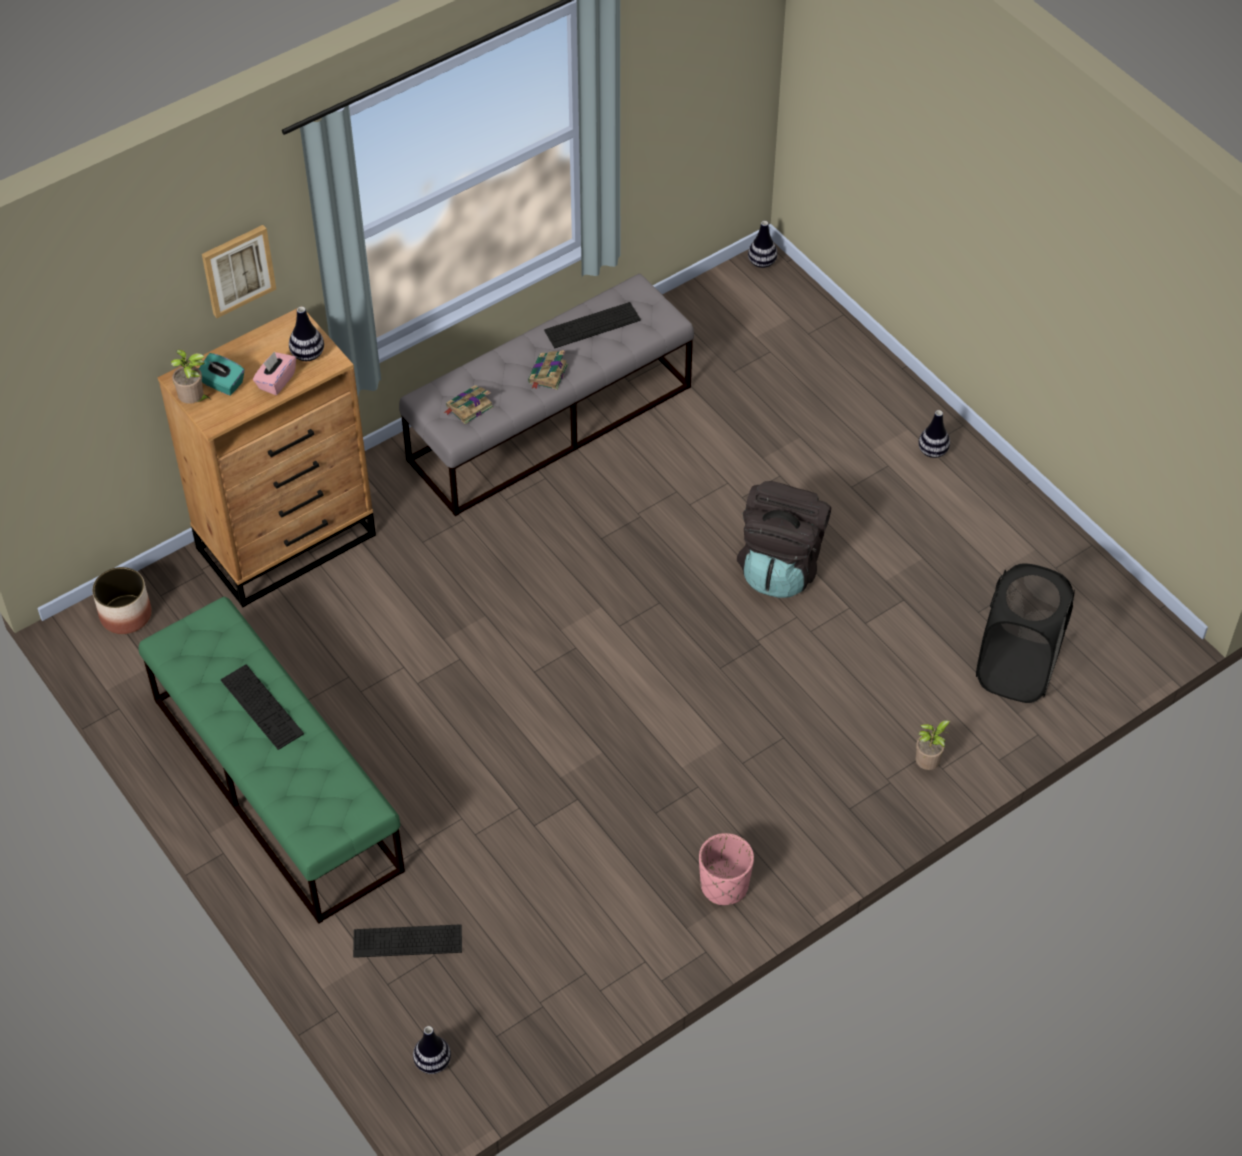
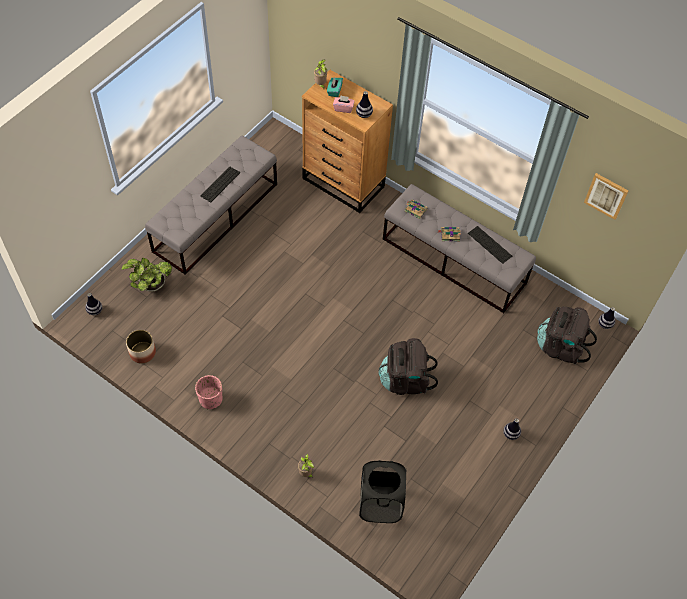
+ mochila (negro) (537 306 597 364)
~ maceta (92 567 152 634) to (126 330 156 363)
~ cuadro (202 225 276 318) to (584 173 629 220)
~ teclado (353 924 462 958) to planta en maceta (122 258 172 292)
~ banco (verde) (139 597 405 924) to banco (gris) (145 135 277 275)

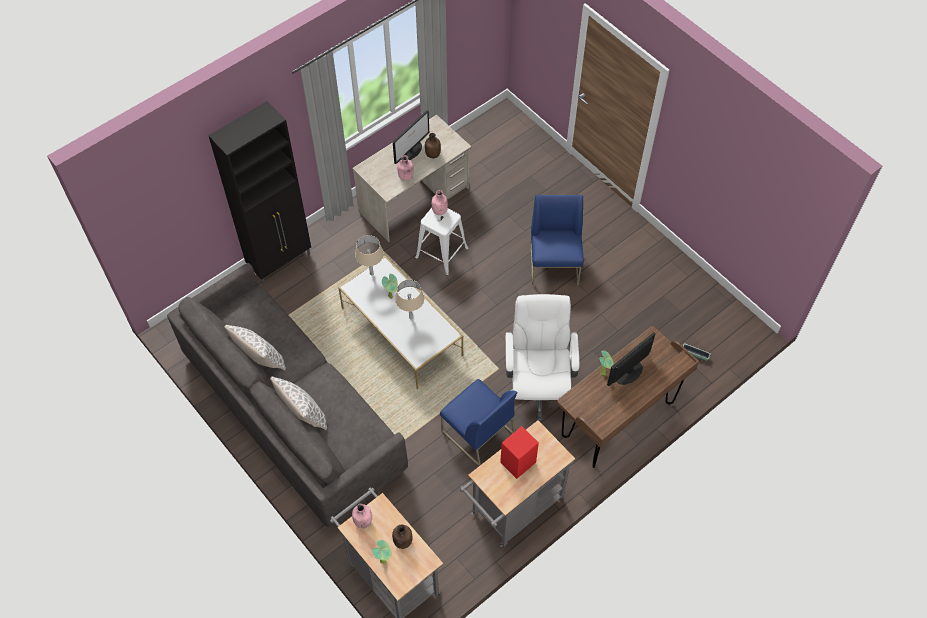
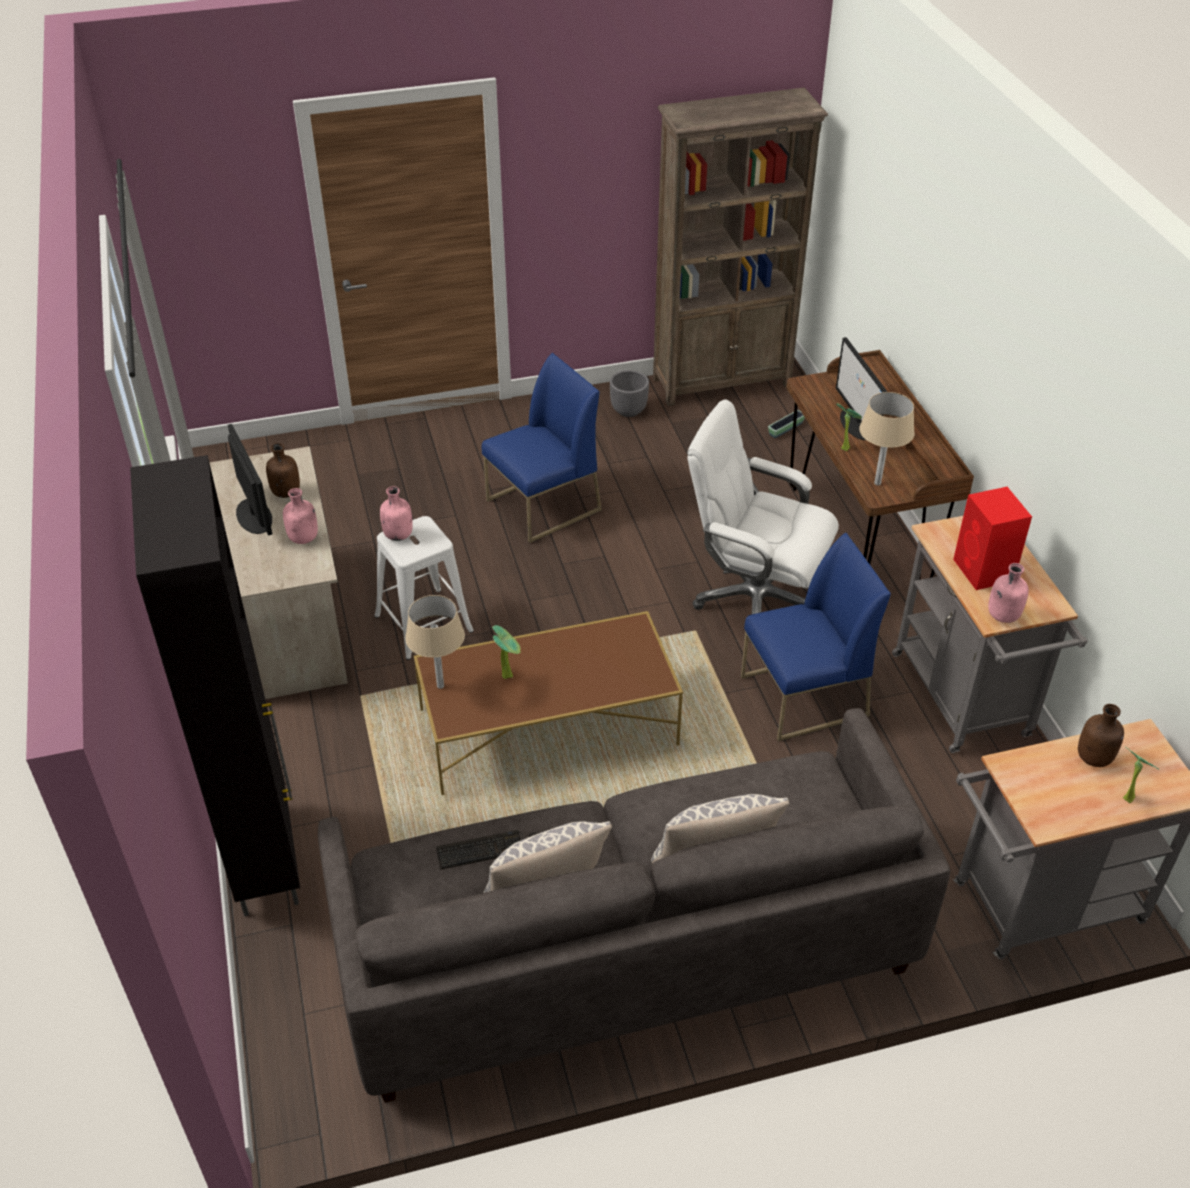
+ teclado (436 830 536 870)
+ maceta (gris) (610 370 649 417)
+ estantería (marrón) (653 88 828 406)
~ botella (rosa) (352 504 372 528) to (988 563 1029 623)
~ lámpara de mesa (beis) (395 280 424 319) to (859 392 915 485)
~ mesa de centro (blanco) (338 256 463 390) to mesa de centro (marrón) (414 611 683 795)
~ silla (azul) (530 195 584 285) = (482 353 602 543) 120 degrees clockwise

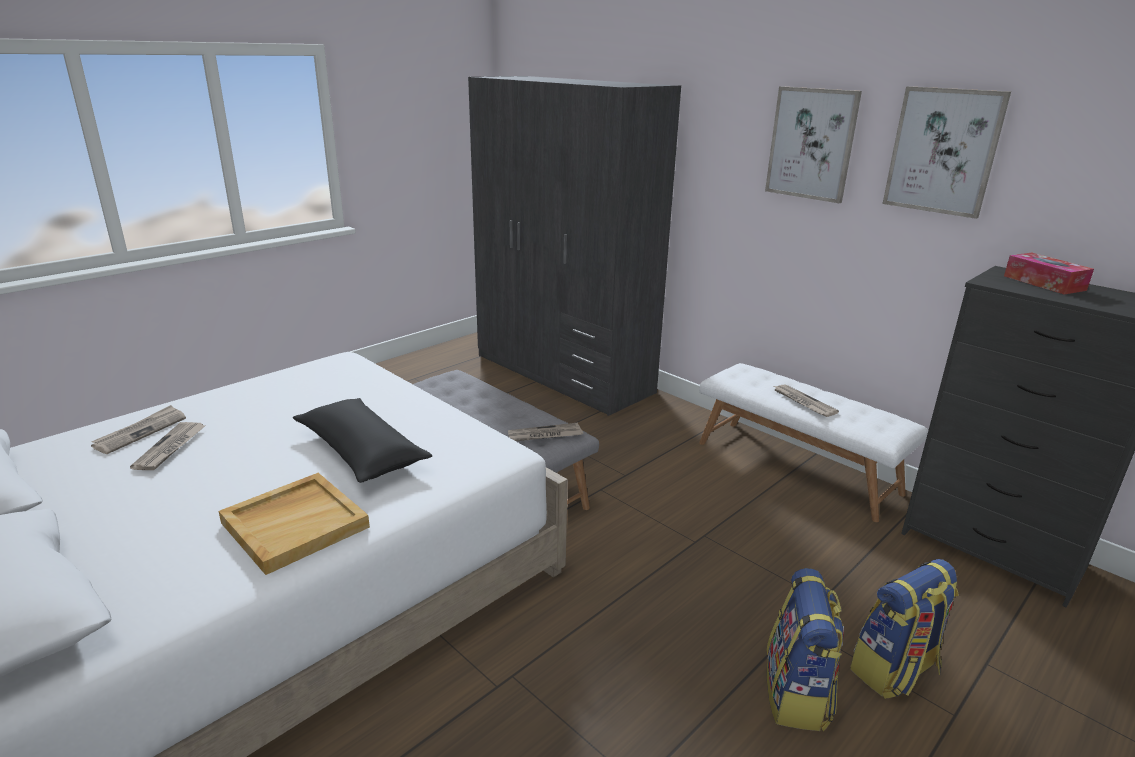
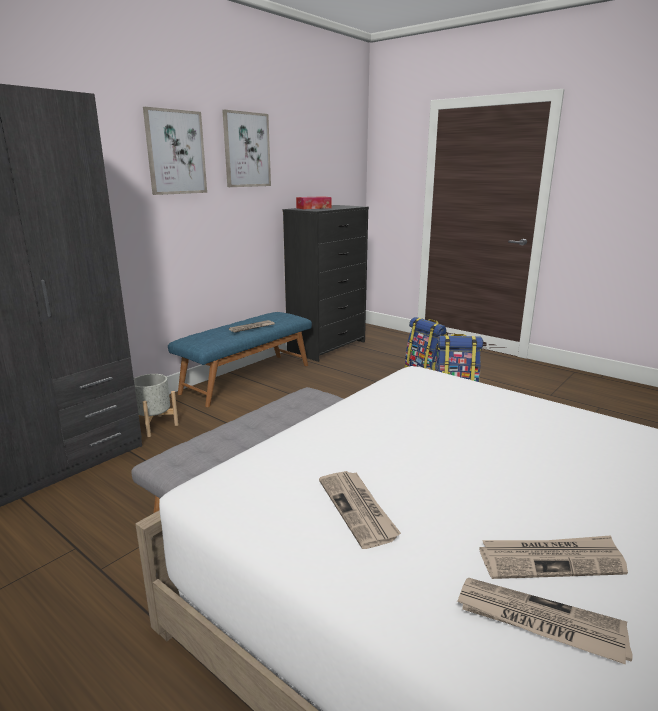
- bandeja (beis) (219 473 370 575)
- cojín (negro) (293 398 432 483)
+ maceta (gris) (134 374 179 437)
~ periódico (508 423 583 442) to (319 471 401 549)
~ banco (blanco) (699 363 928 522) to banco (azul) (168 312 312 407)

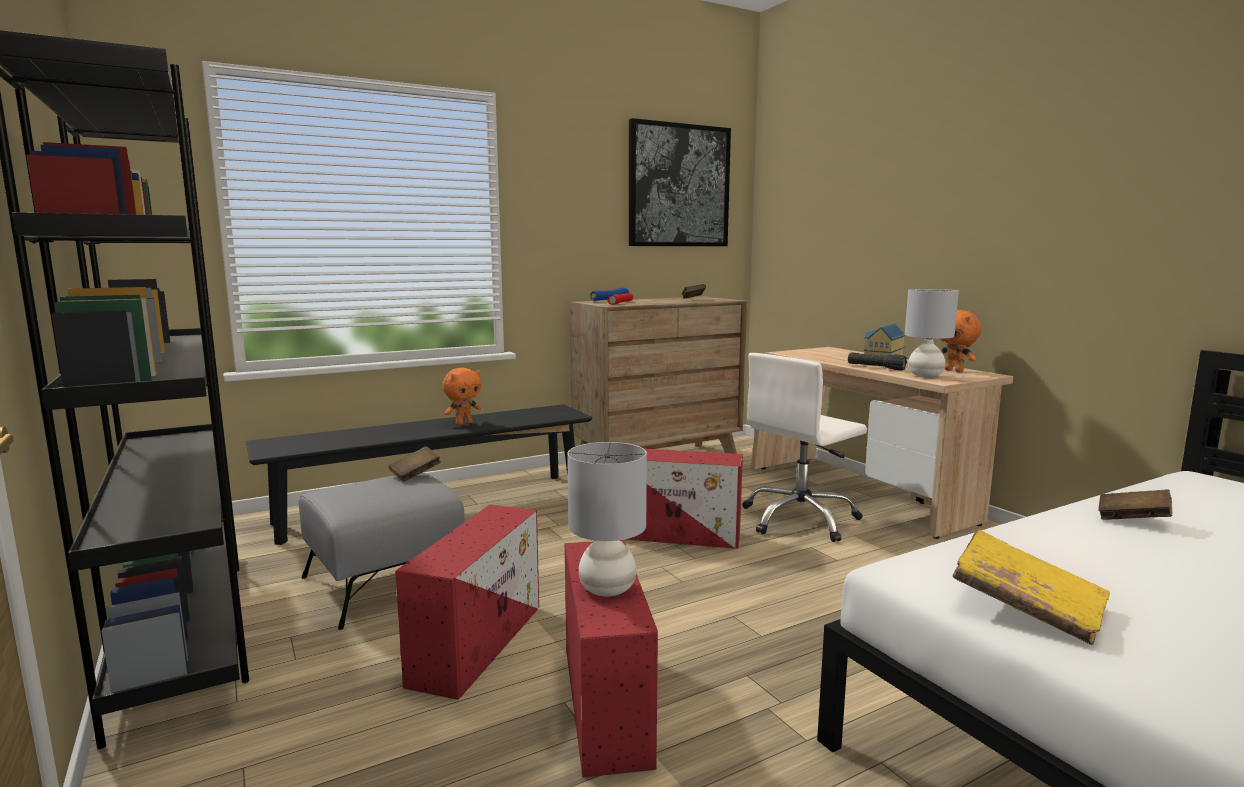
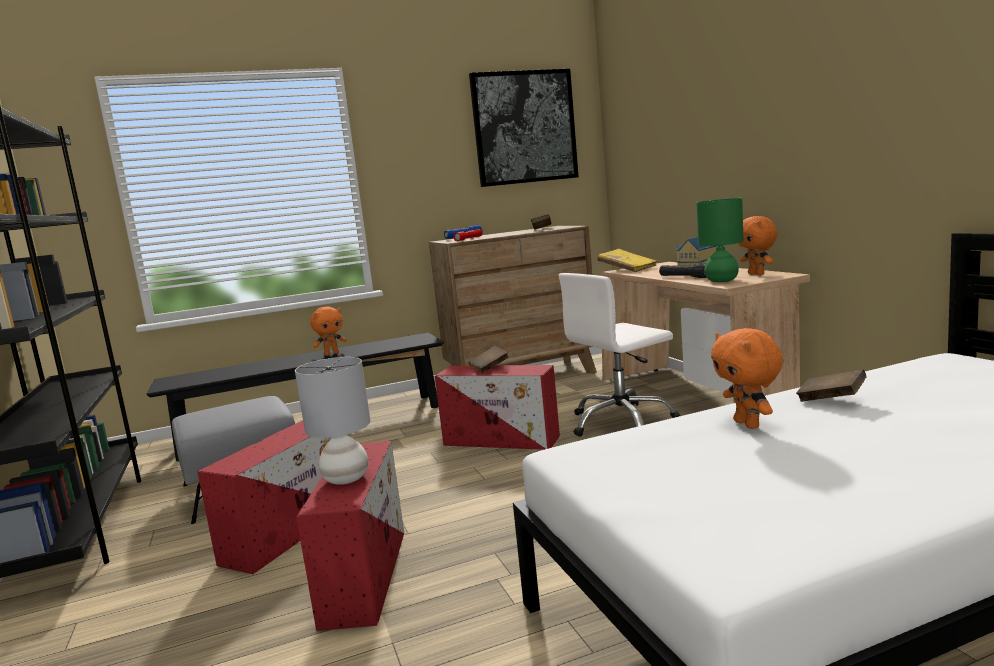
+ peluche (naranja) (711 328 783 429)
~ libro (marrón) (389 446 441 482) to (469 346 509 373)
~ libro (amarillo) (952 530 1110 645) to (597 249 657 272)
~ lámpara de mesa (gris) (905 289 959 377) to lámpara de mesa (verde) (696 198 744 282)

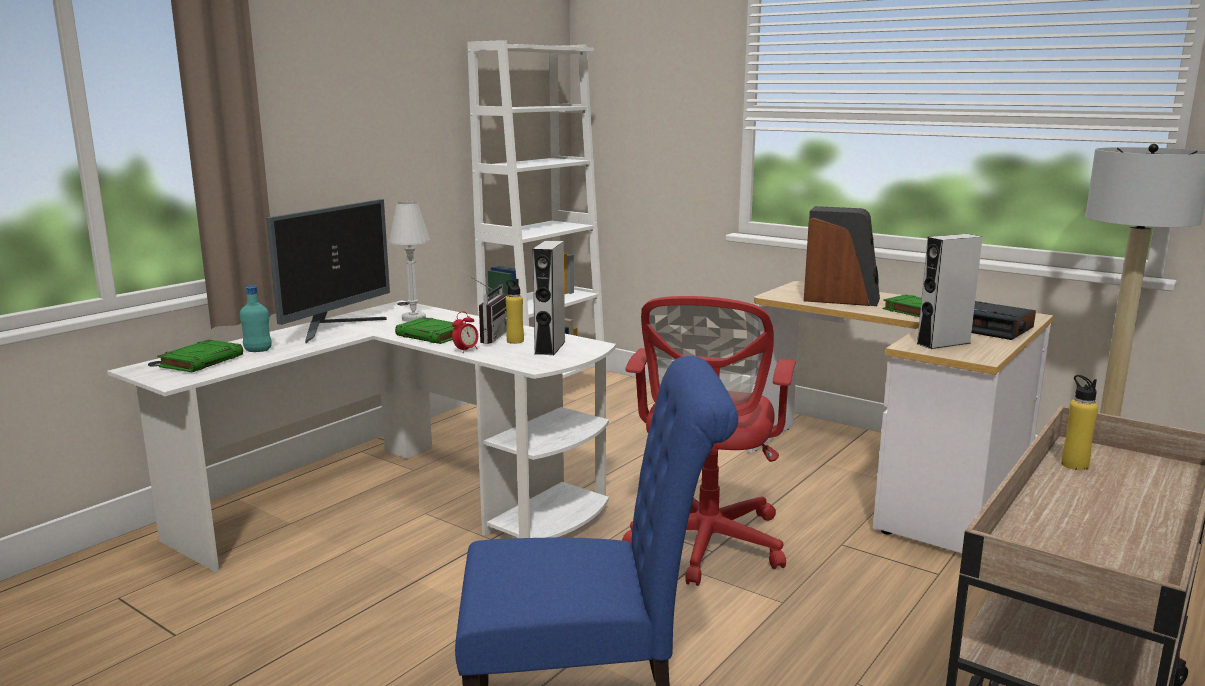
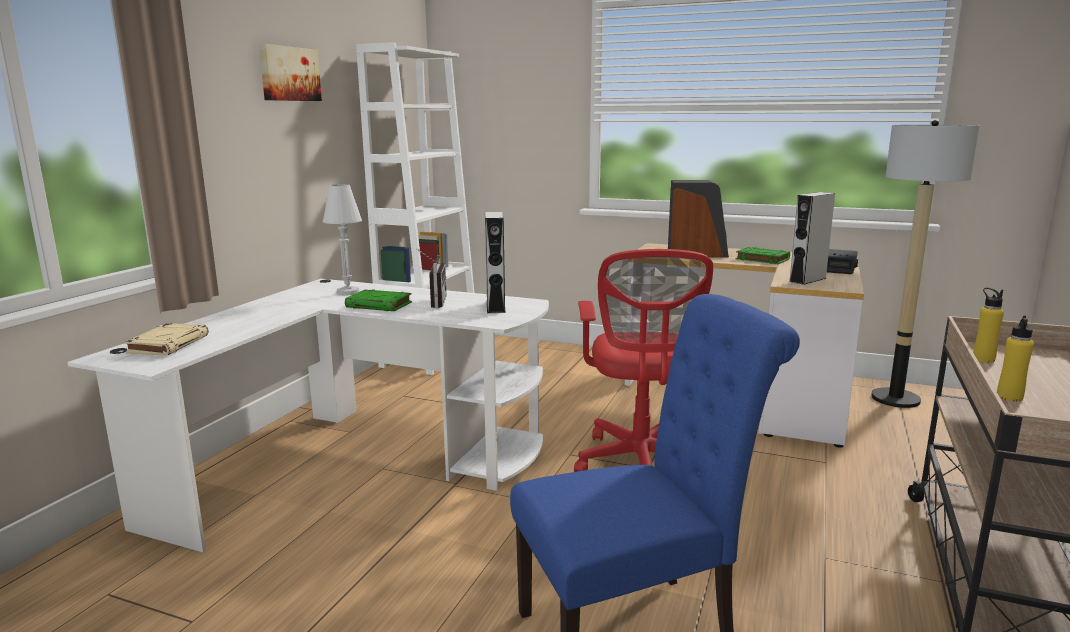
- botella (turquesa) (240 286 272 352)
- monitor (266 199 390 343)
- despertador (452 312 478 353)
+ cuadro (259 44 322 101)
~ botella (amarillo) (506 279 524 344) to (997 315 1034 402)
~ libro (verde) (157 339 243 372) to libro (beis) (124 323 208 356)

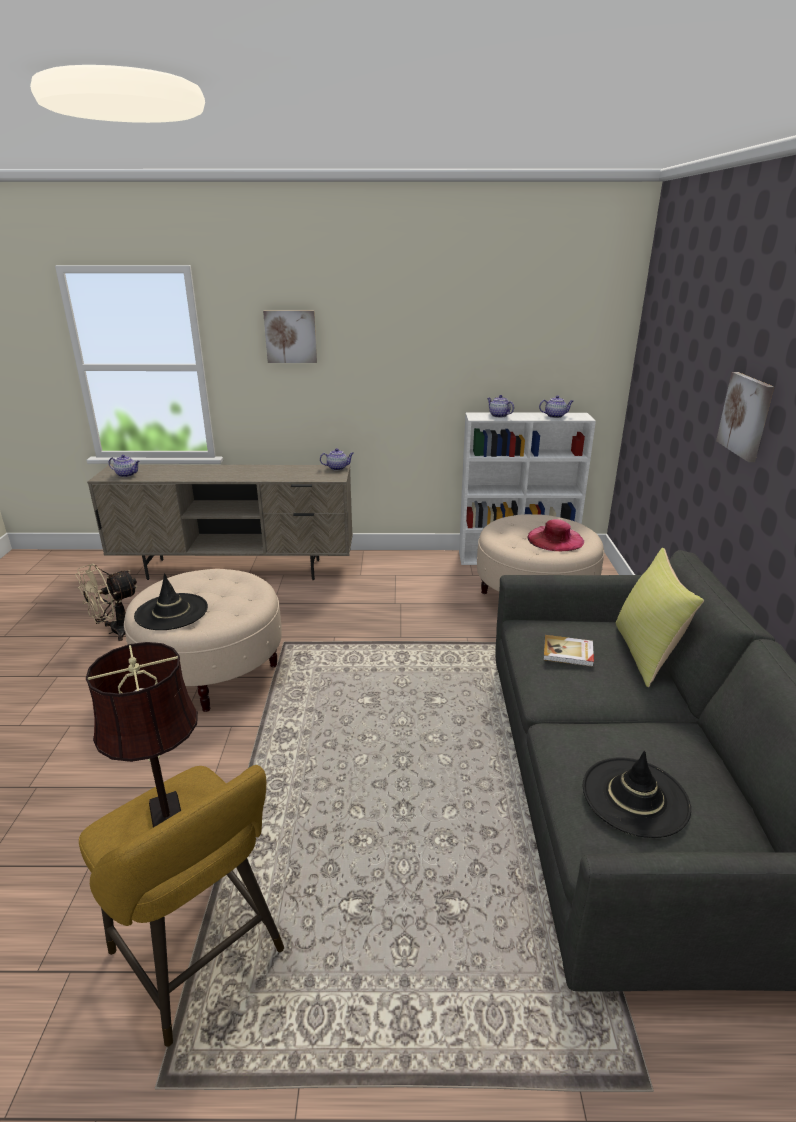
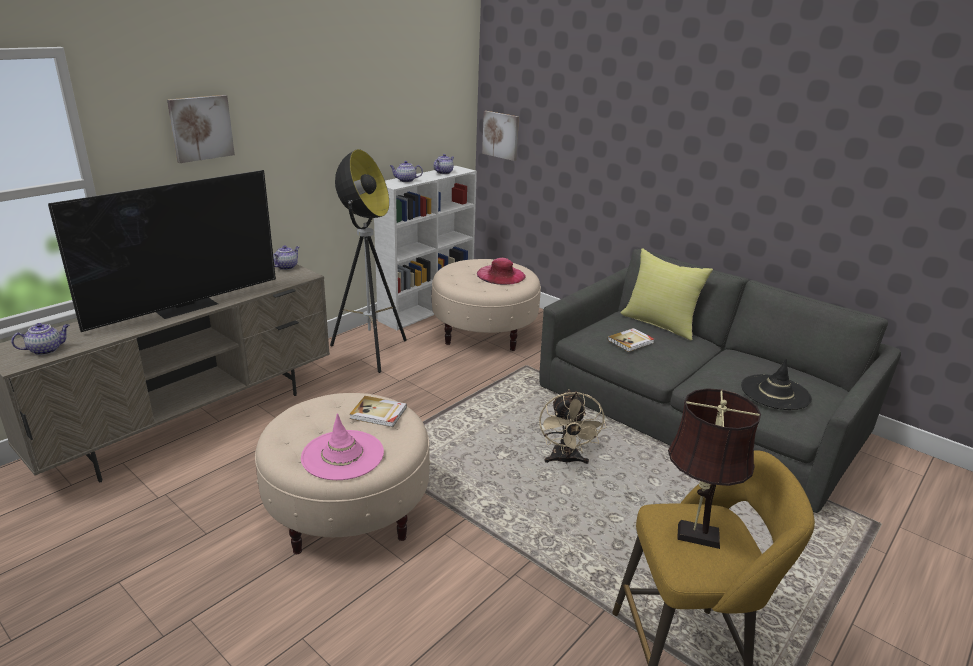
+ televisor (48 170 276 332)
+ lámpara de pie (330 149 407 373)
+ libro (350 396 407 427)
~ ventilador (beis) (76 564 138 641) to (539 390 606 464)
~ cuadro (716 372 774 462) to (482 111 519 161)
~ sombrero (negro) (134 573 208 630) to sombrero (rosa) (301 413 384 480)

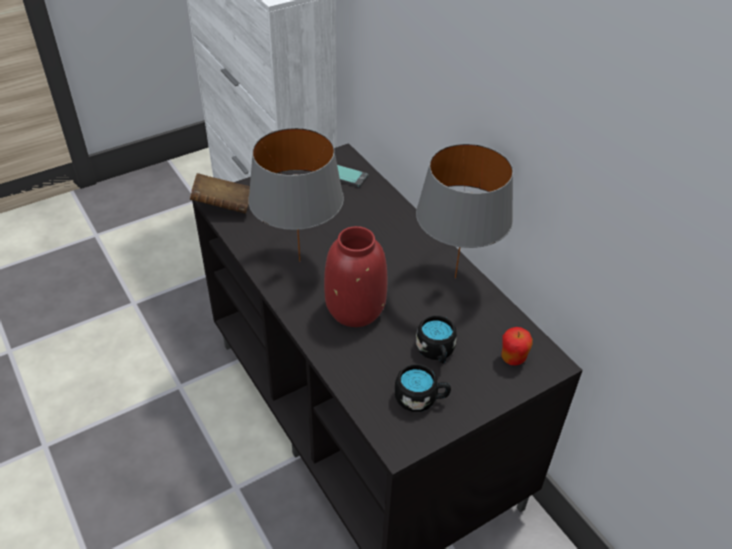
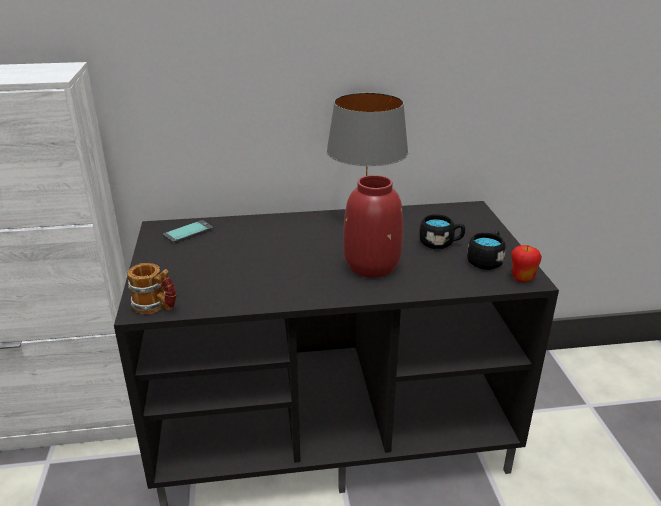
- lámpara de mesa (gris) (248 128 344 262)
~ manzana (501 327 533 365) to (511 245 542 283)
~ libro (marrón) (190 173 250 214) to taza grande (127 263 176 314)

